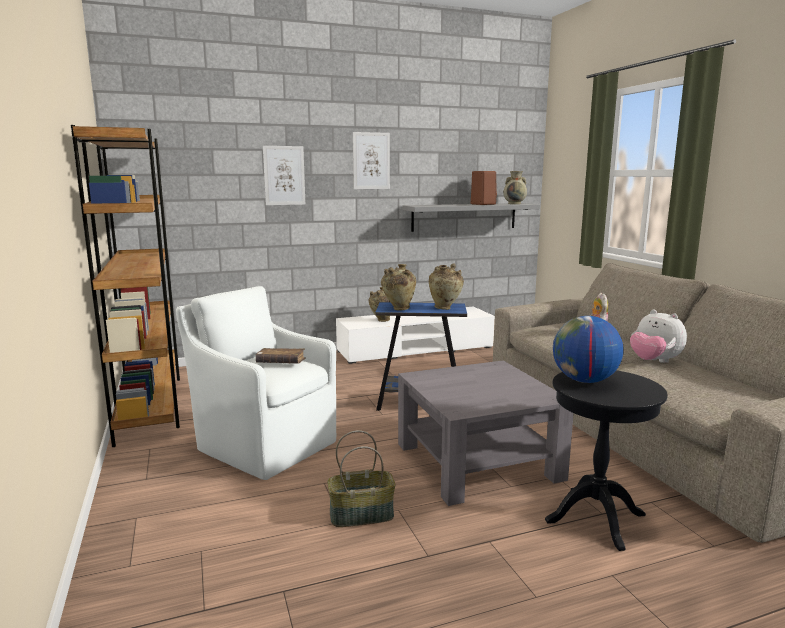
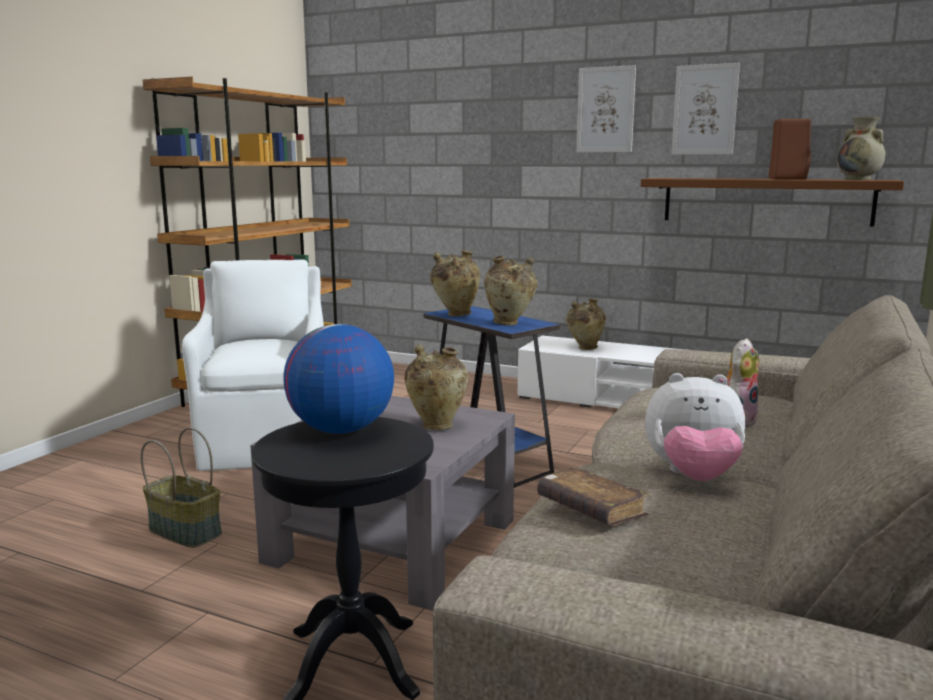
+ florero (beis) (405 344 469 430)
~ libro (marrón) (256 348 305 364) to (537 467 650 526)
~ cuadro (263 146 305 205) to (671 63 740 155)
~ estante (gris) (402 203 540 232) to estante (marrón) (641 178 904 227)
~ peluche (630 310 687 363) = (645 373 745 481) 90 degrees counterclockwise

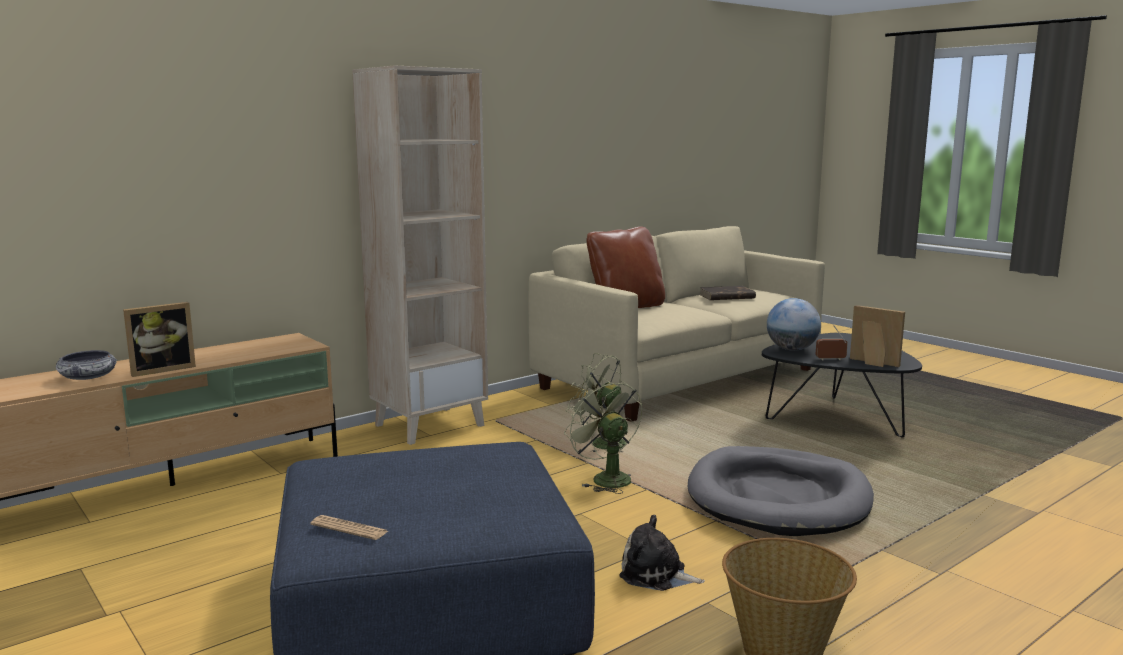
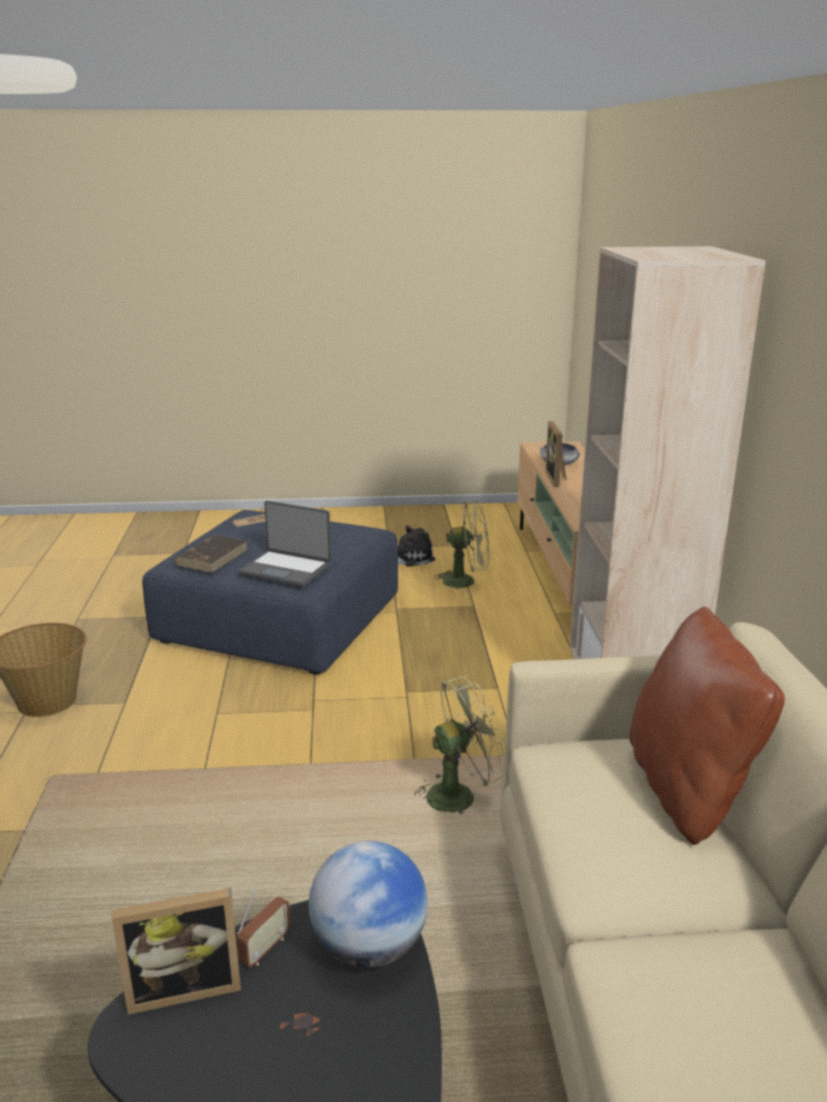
- cama para perro (gris) (688 446 874 536)
+ portátil (239 501 331 587)
~ ventilador (verde) (564 378 642 494) to (434 501 489 594)
~ peluche (619 515 705 591) to (398 526 435 567)
~ libro (marrón) (699 286 756 300) to (174 535 248 573)

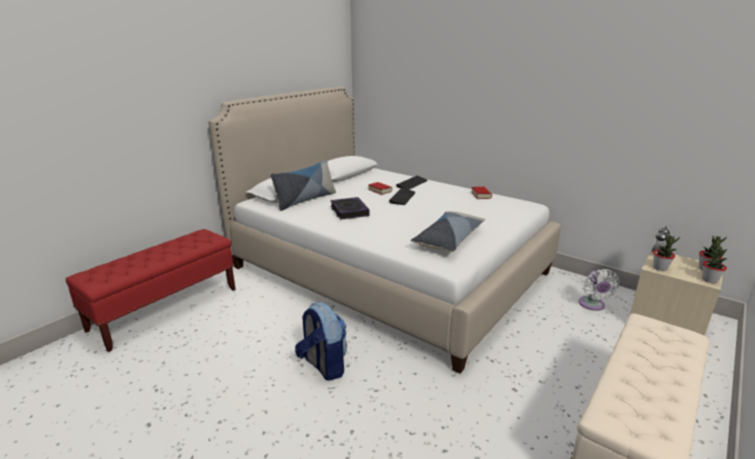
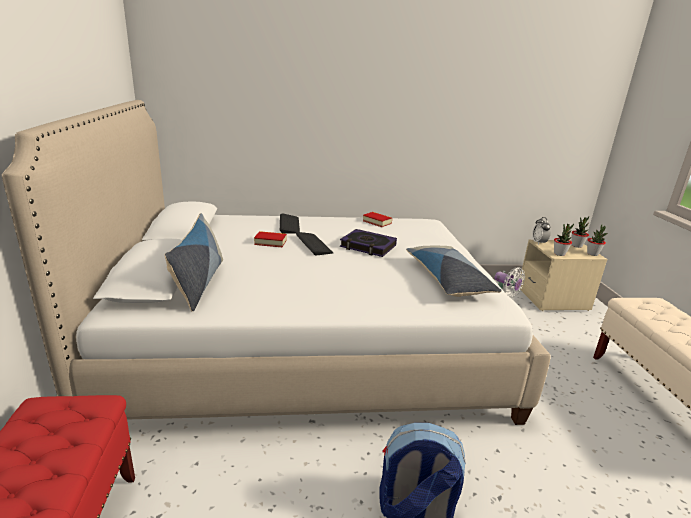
~ libro (331 197 370 220) to (340 229 397 257)

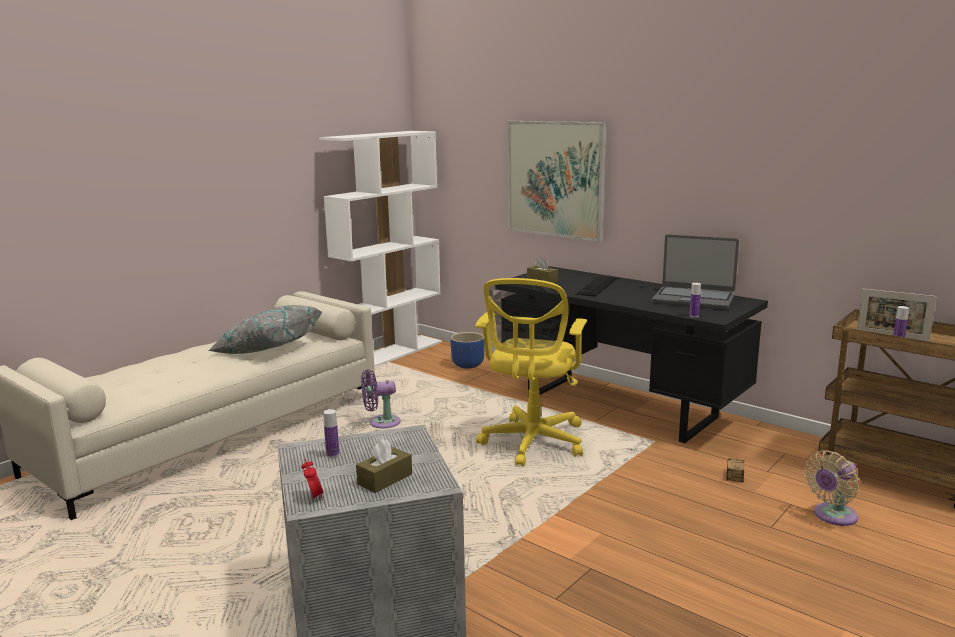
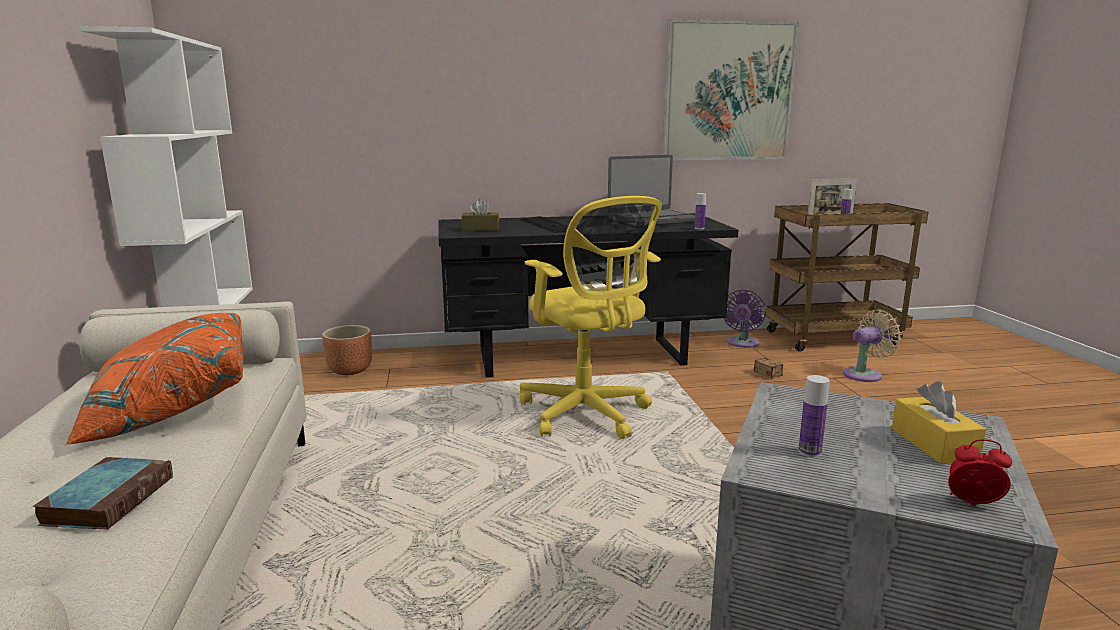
+ libro (32 457 173 530)
~ ventilador (morado) (361 370 401 428) to (724 290 766 348)
~ cuadro (508 121 607 242) to (662 19 799 160)
~ cojín (gris) (208 305 322 354) to cojín (naranja) (65 313 243 445)
~ caja de pañuelos (marrón) (356 439 412 493) to caja de pañuelos (amarillo) (892 381 986 464)
~ maceta (azul) (450 332 485 369) to maceta (marrón) (322 325 372 375)
~ ventilador (beis) (804 451 859 526) = (843 309 901 382) 120 degrees counterclockwise

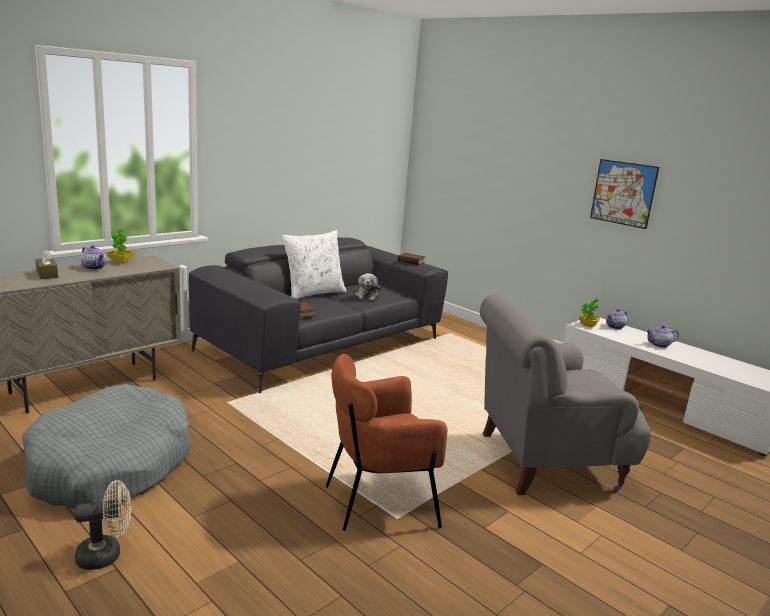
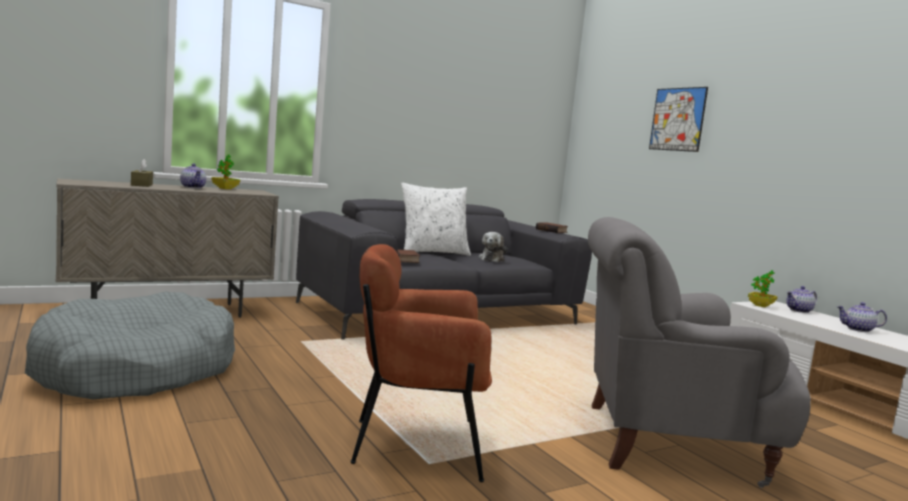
- ventilador (beis) (74 480 131 570)
~ cuadro (590 159 659 229) to (649 87 708 152)

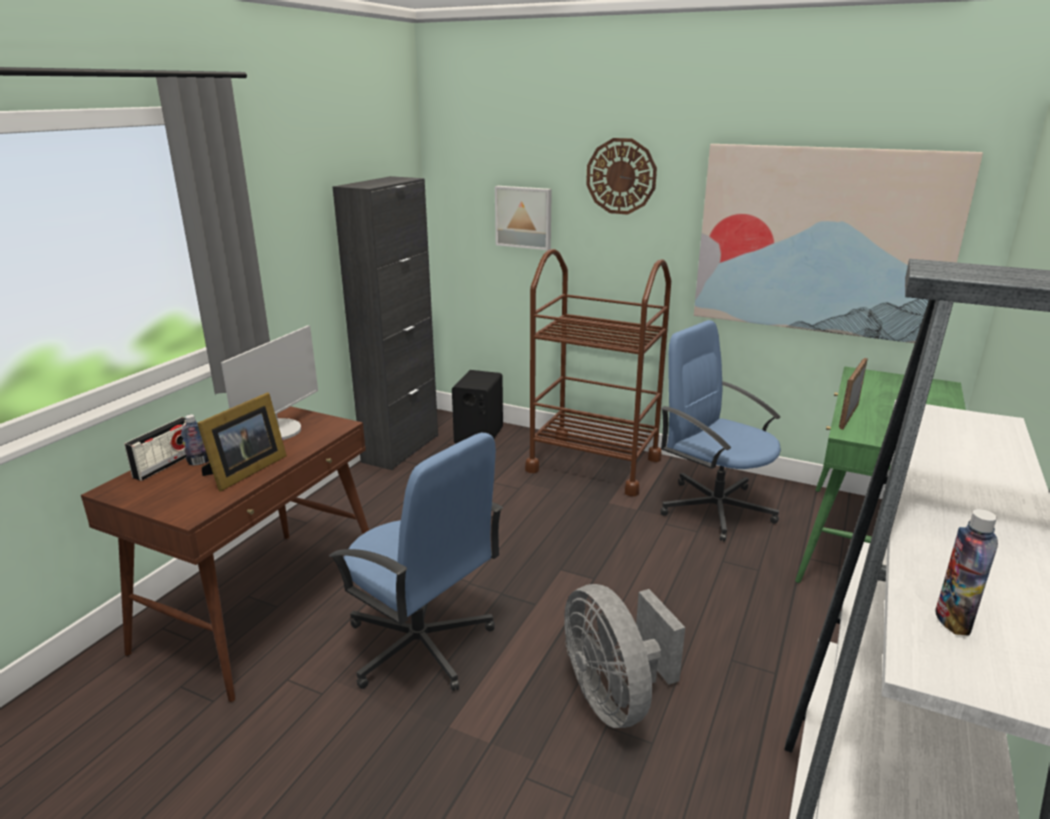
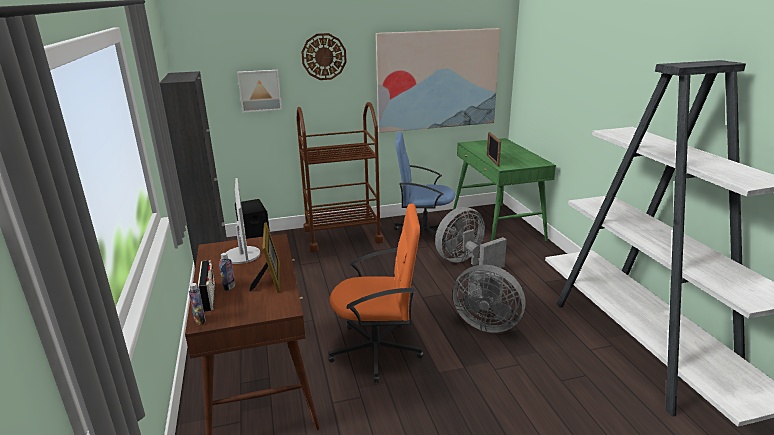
+ ventilador (gris) (435 207 507 268)
~ botella (935 509 998 636) to (189 283 206 325)
~ silla de oficina (azul) (329 433 503 691) to silla de oficina (naranja) (329 204 424 383)

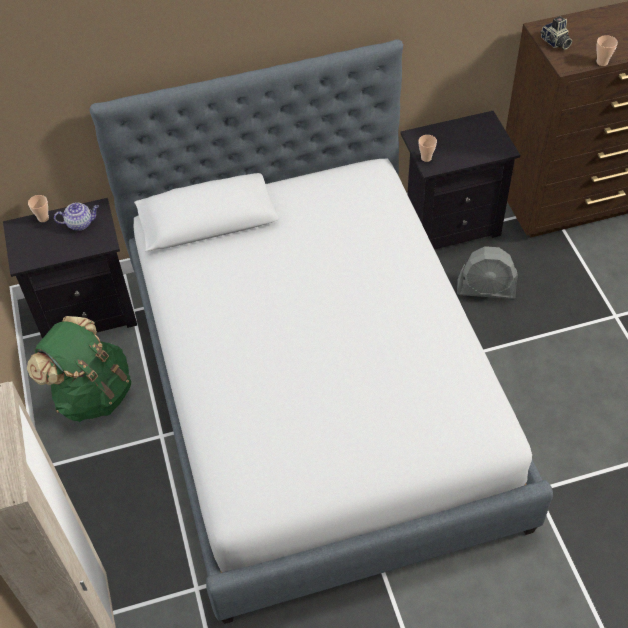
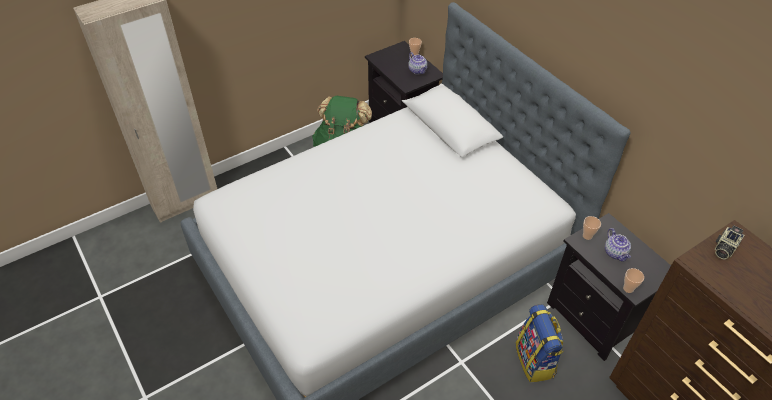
+ tetera (605 228 631 262)
~ taza (597 35 618 66) to (623 268 644 293)
~ ventilador (gris) (457 246 518 299) to mochila (515 304 564 382)

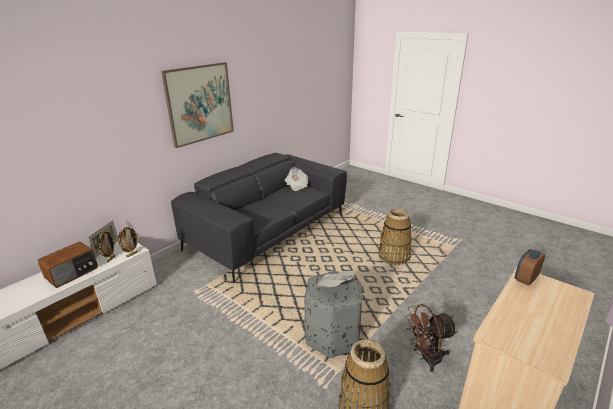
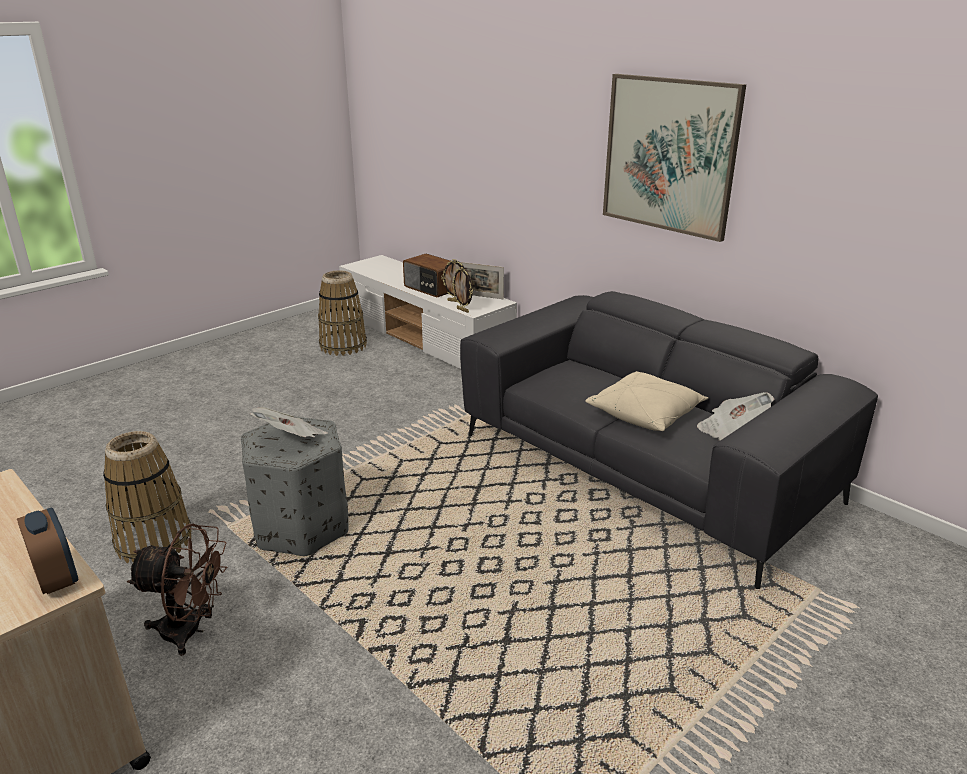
+ cojín (beis) (585 371 708 431)
~ cesta (378 208 412 265) to (318 270 367 356)
~ ventilador (marrón) (405 304 457 372) = (127 524 228 656) 105 degrees clockwise

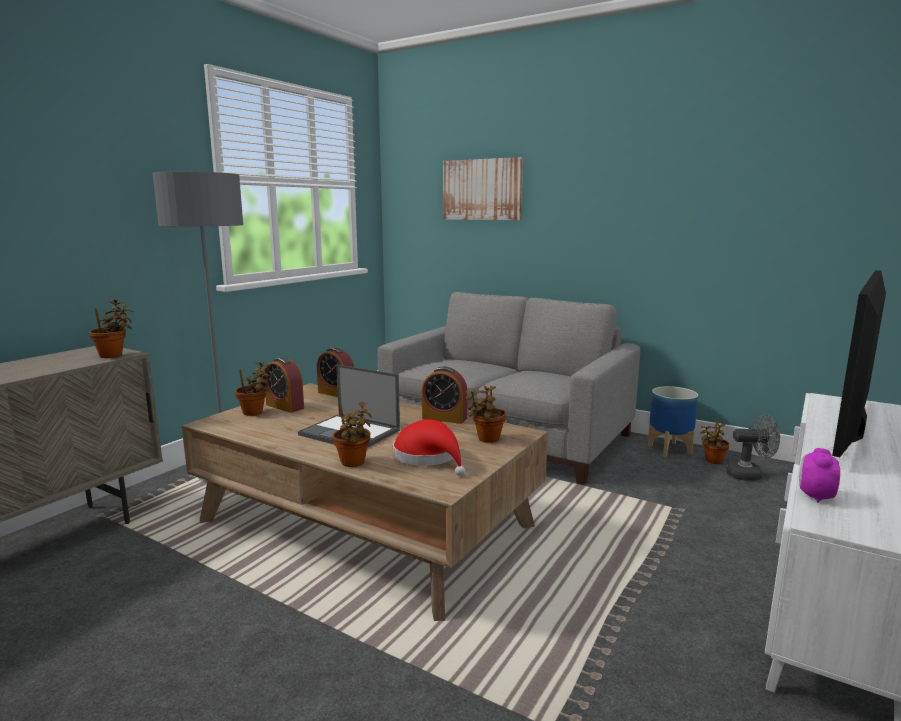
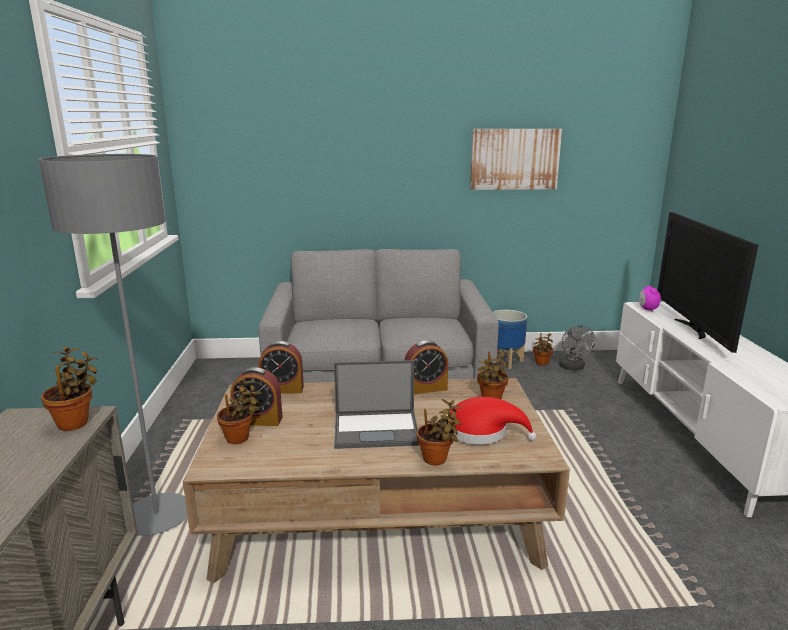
~ cuadro (443 157 523 220) to (470 129 562 190)
~ despertador (799 448 840 503) to (639 286 661 312)
~ ventilador (gris) (726 414 780 481) = (559 325 596 370) 120 degrees clockwise

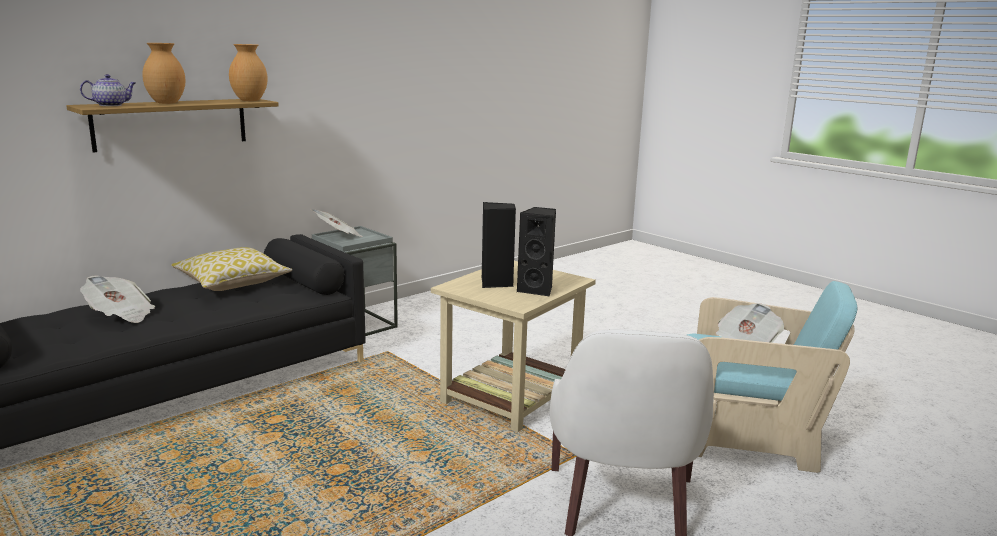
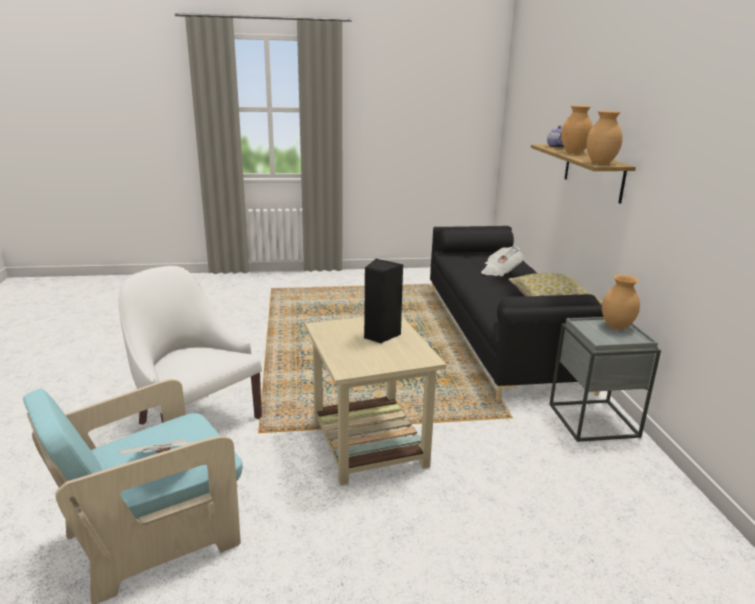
- altavoz (negro) (517 207 556 297)
~ periódico (310 209 363 237) to florero (marrón) (602 275 640 330)

